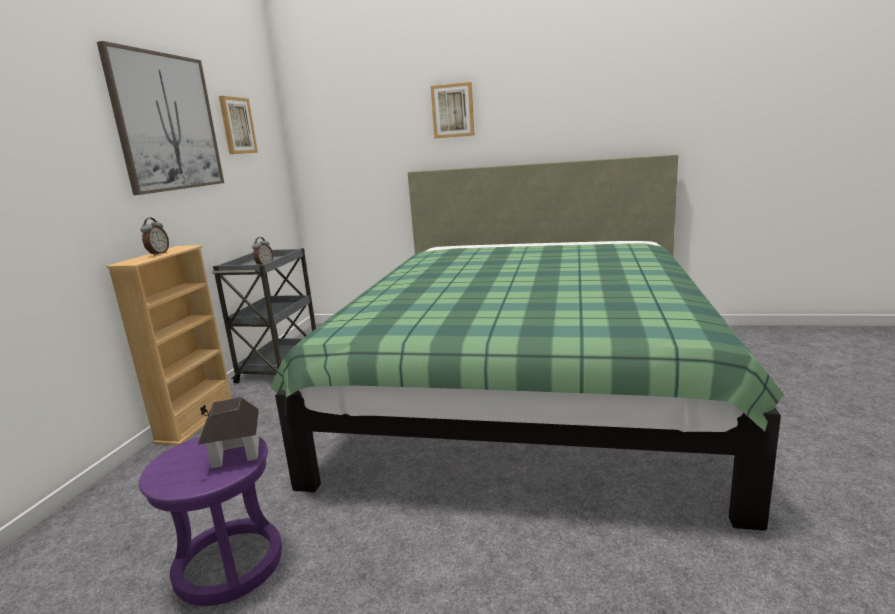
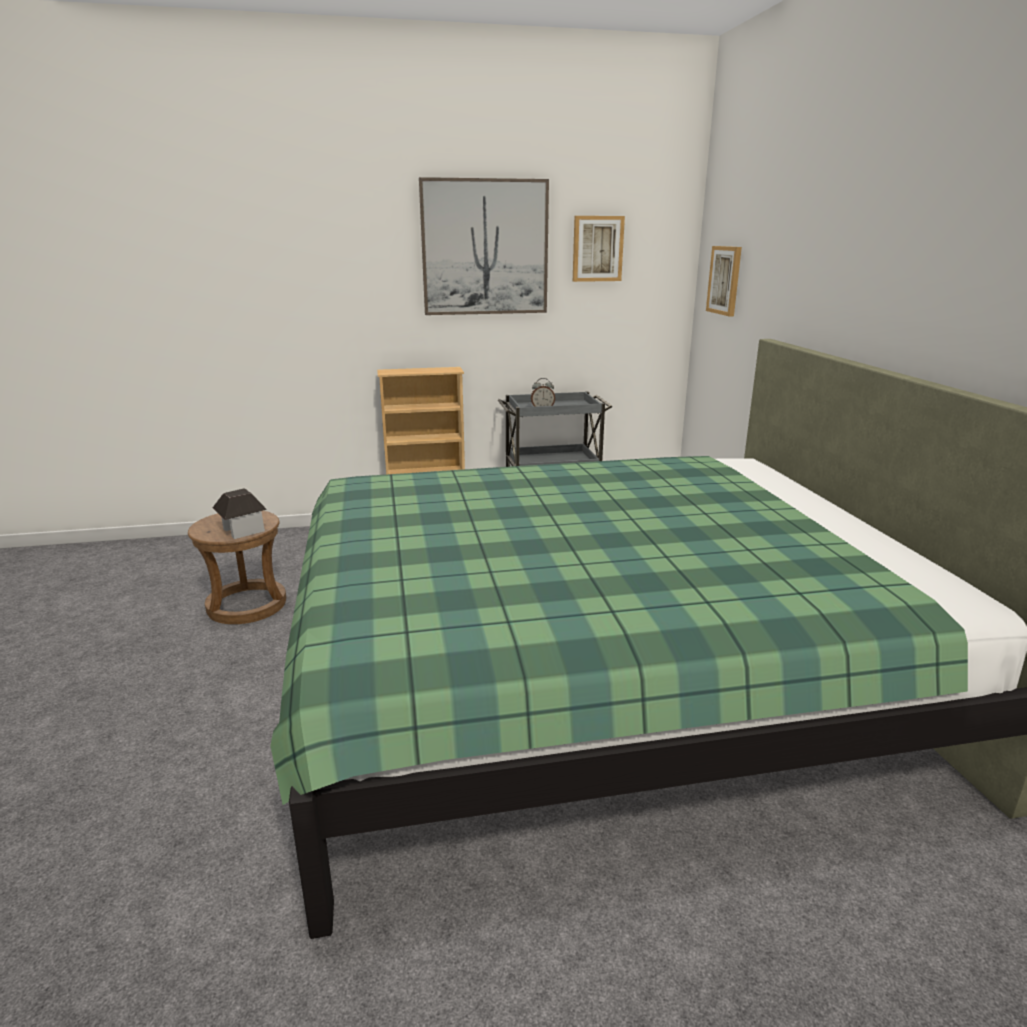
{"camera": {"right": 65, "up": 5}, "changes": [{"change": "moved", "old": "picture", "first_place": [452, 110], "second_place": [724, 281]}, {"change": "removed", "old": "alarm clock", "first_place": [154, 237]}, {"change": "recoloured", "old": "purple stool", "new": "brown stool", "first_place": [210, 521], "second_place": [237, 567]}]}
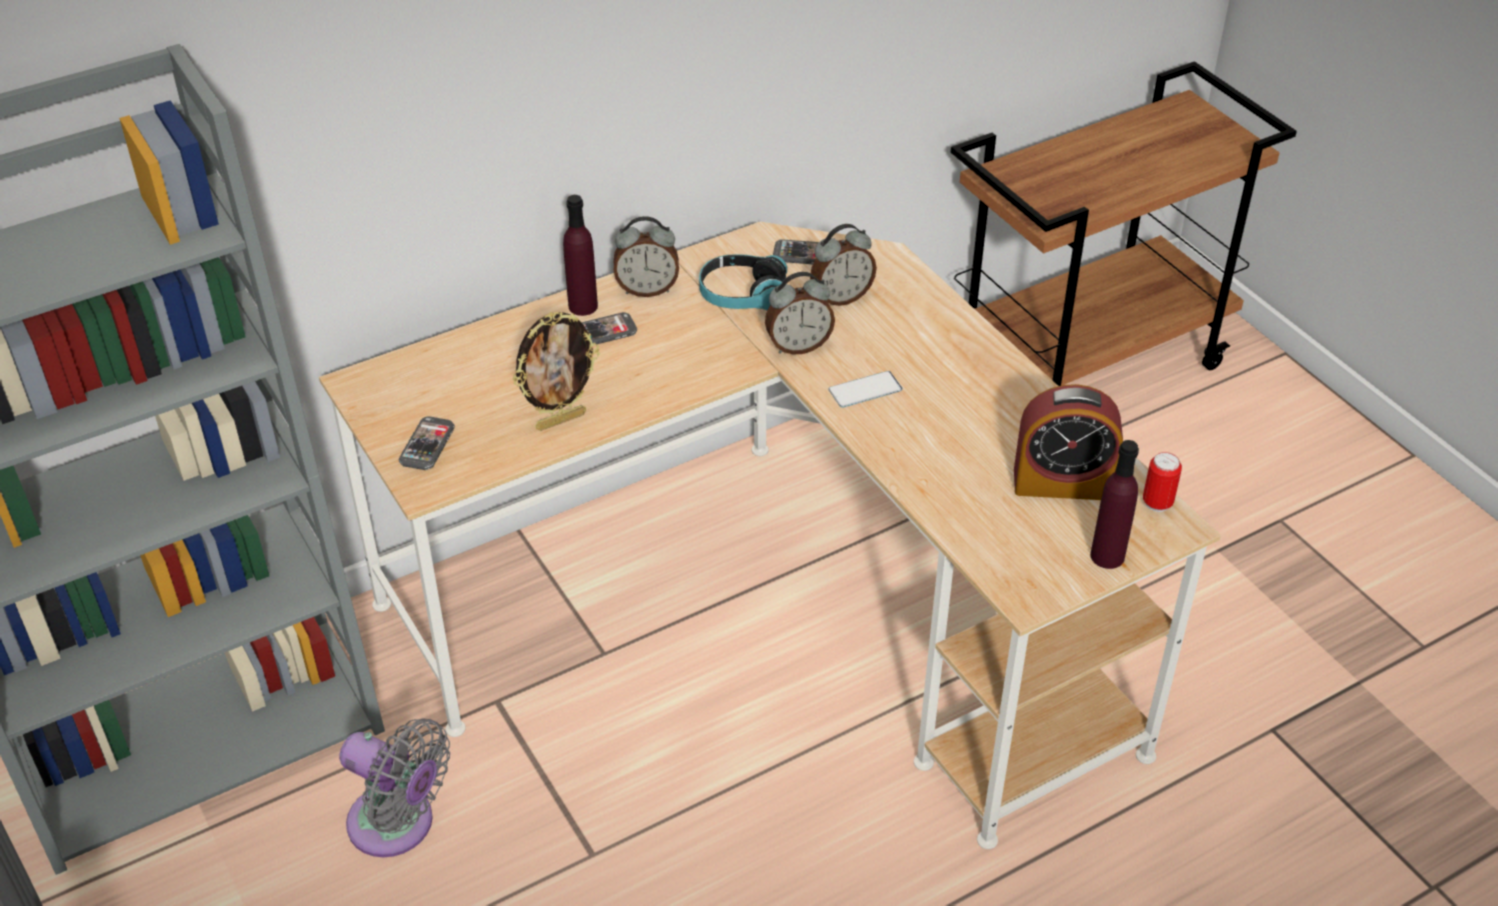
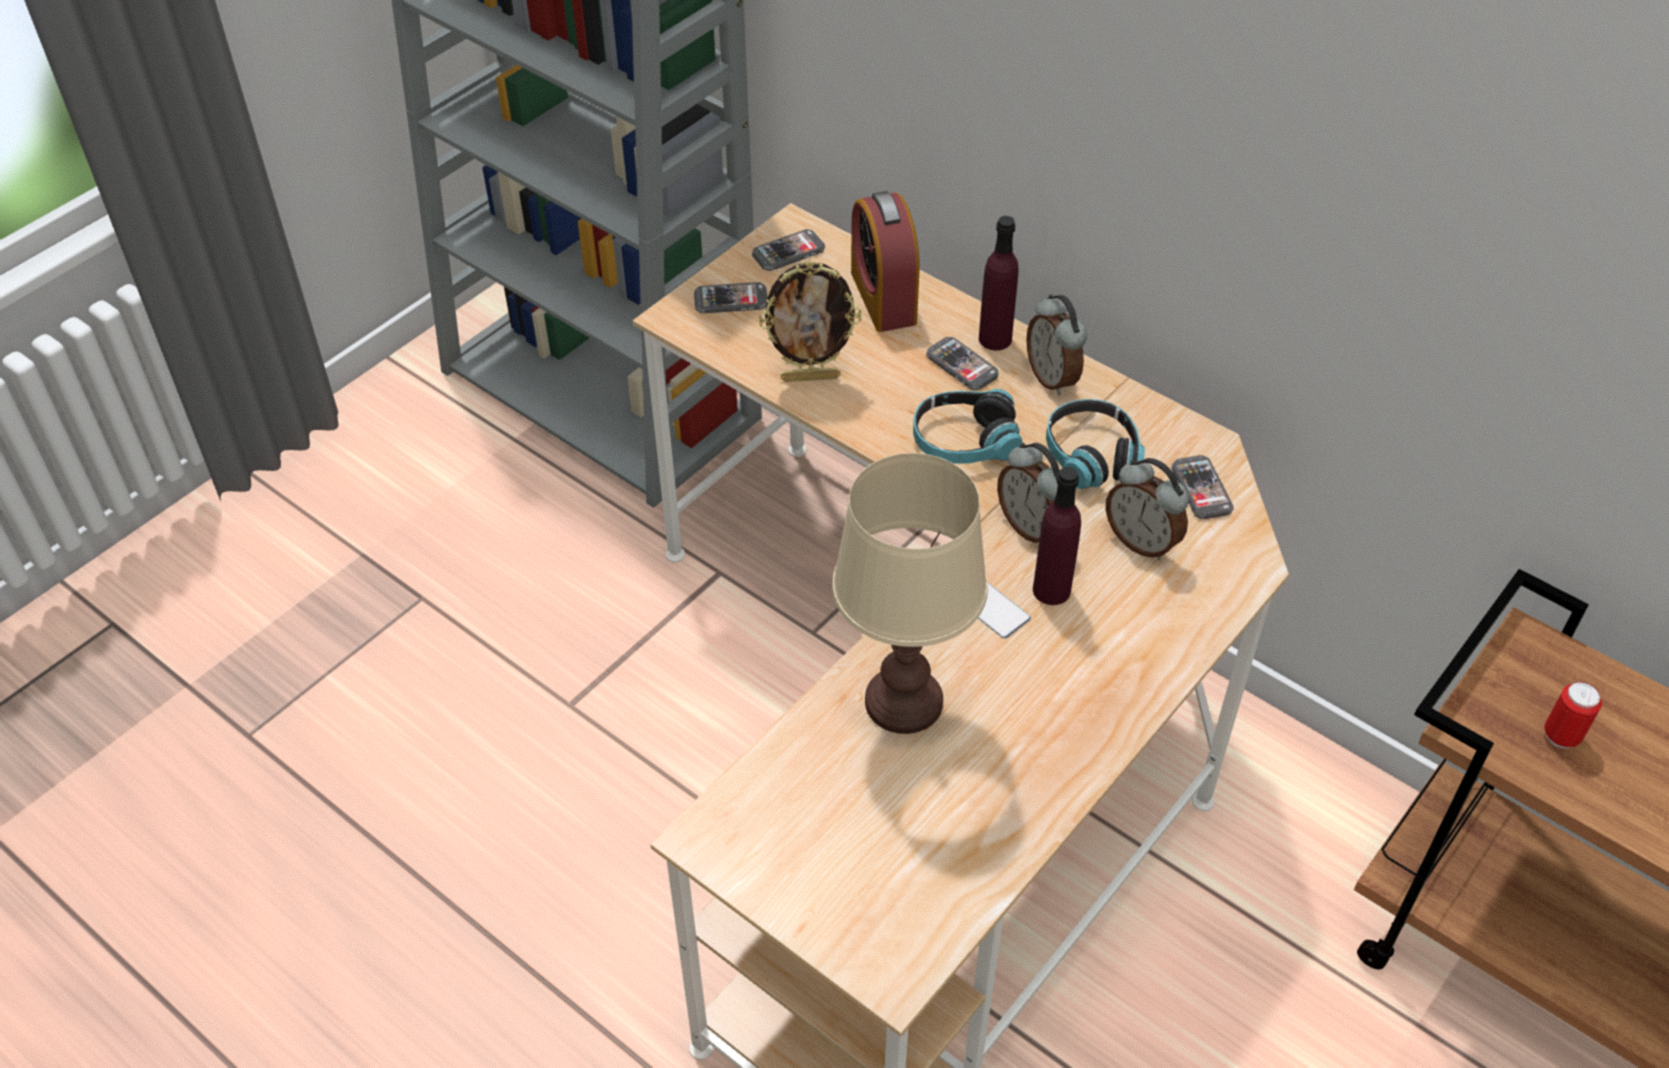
{"camera": {"right": 70, "up": 5}, "changes": [{"change": "turned", "old": "picture frame", "first_place": [556, 371], "second_place": [810, 321], "degrees": -45}, {"change": "moved", "old": "alarm clock", "first_place": [1068, 442], "second_place": [885, 261]}, {"change": "moved", "old": "purple bottle", "first_place": [1114, 504], "second_place": [1057, 536]}, {"change": "moved", "old": "can", "first_place": [1162, 482], "second_place": [1573, 715]}, {"change": "removed", "old": "grey fan", "first_place": [394, 787]}, {"change": "added", "new": "phone", "second_place": [788, 250]}, {"change": "added", "new": "headphones", "second_place": [967, 426]}, {"change": "added", "new": "beige table lamp", "second_place": [910, 593]}]}
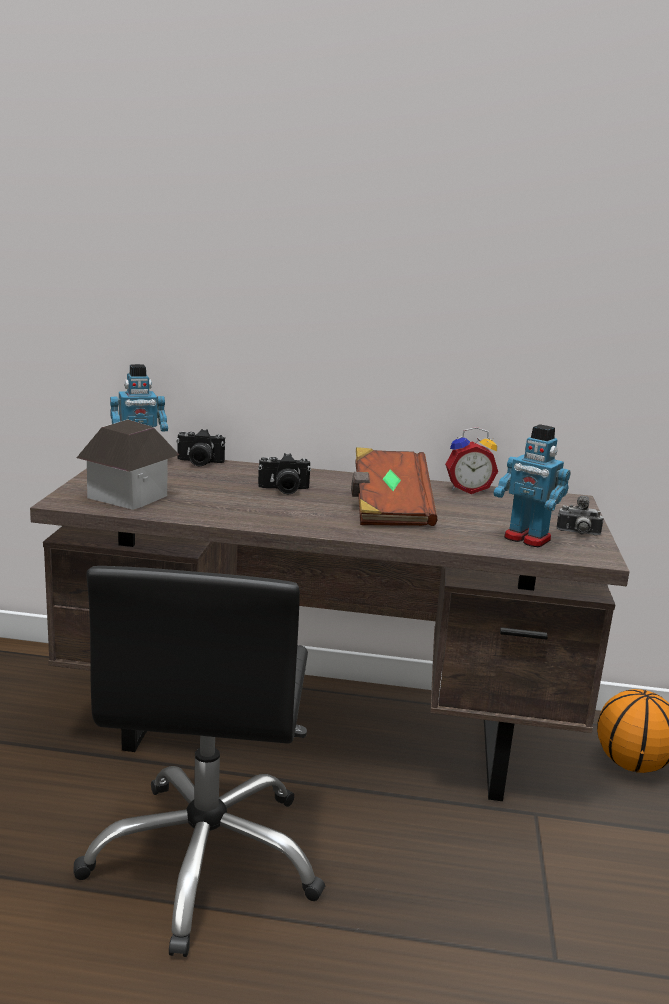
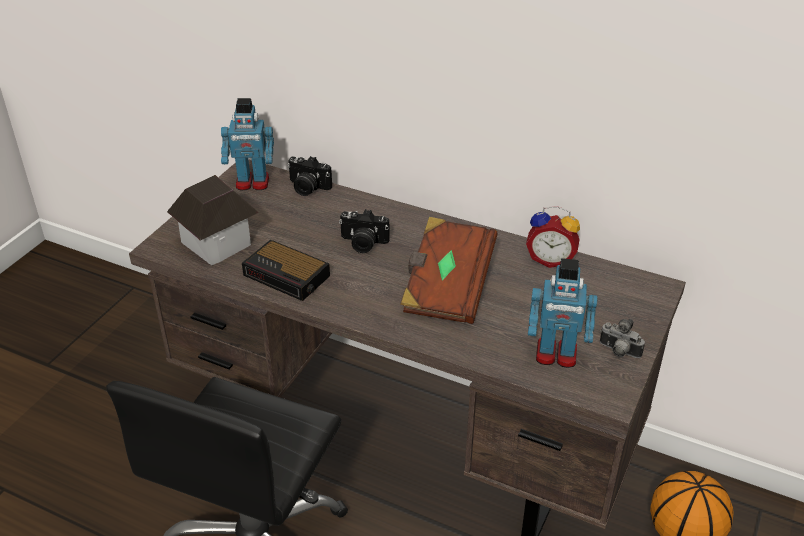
{"camera": {"right": 20, "up": 20}, "changes": [{"change": "turned", "old": "toy robot", "first_place": [532, 485], "second_place": [563, 313], "degrees": -45}, {"change": "added", "new": "alarm clock", "second_place": [286, 270]}]}
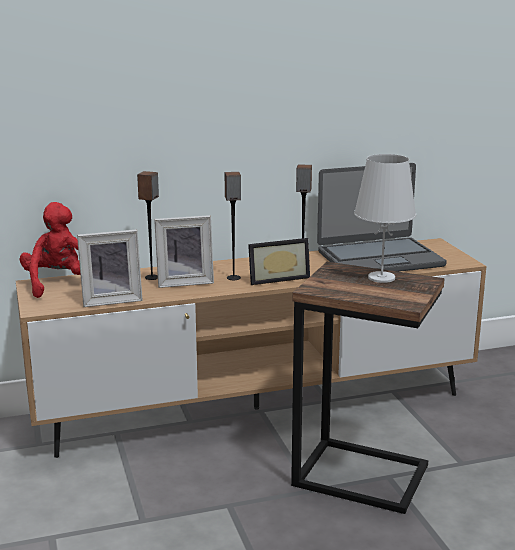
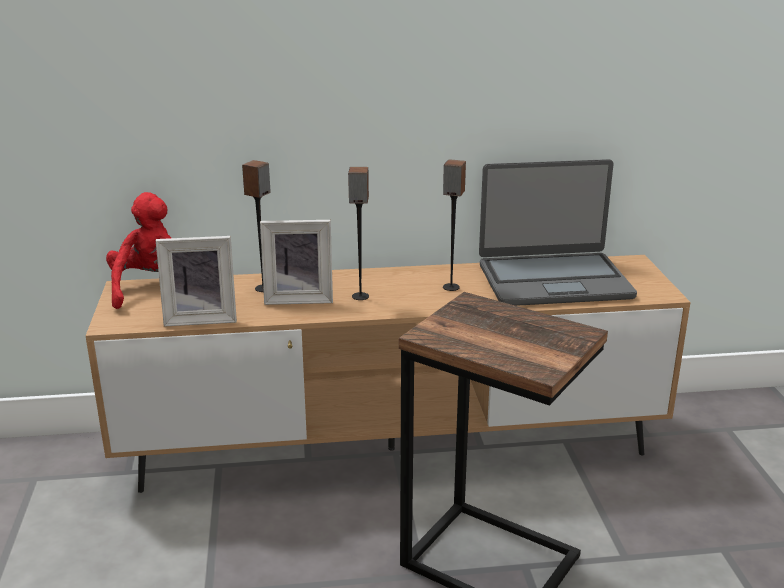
{"camera": {"right": 10, "up": 5}, "changes": [{"change": "removed", "old": "white table lamp", "first_place": [385, 218]}, {"change": "removed", "old": "picture frame", "first_place": [279, 261]}]}
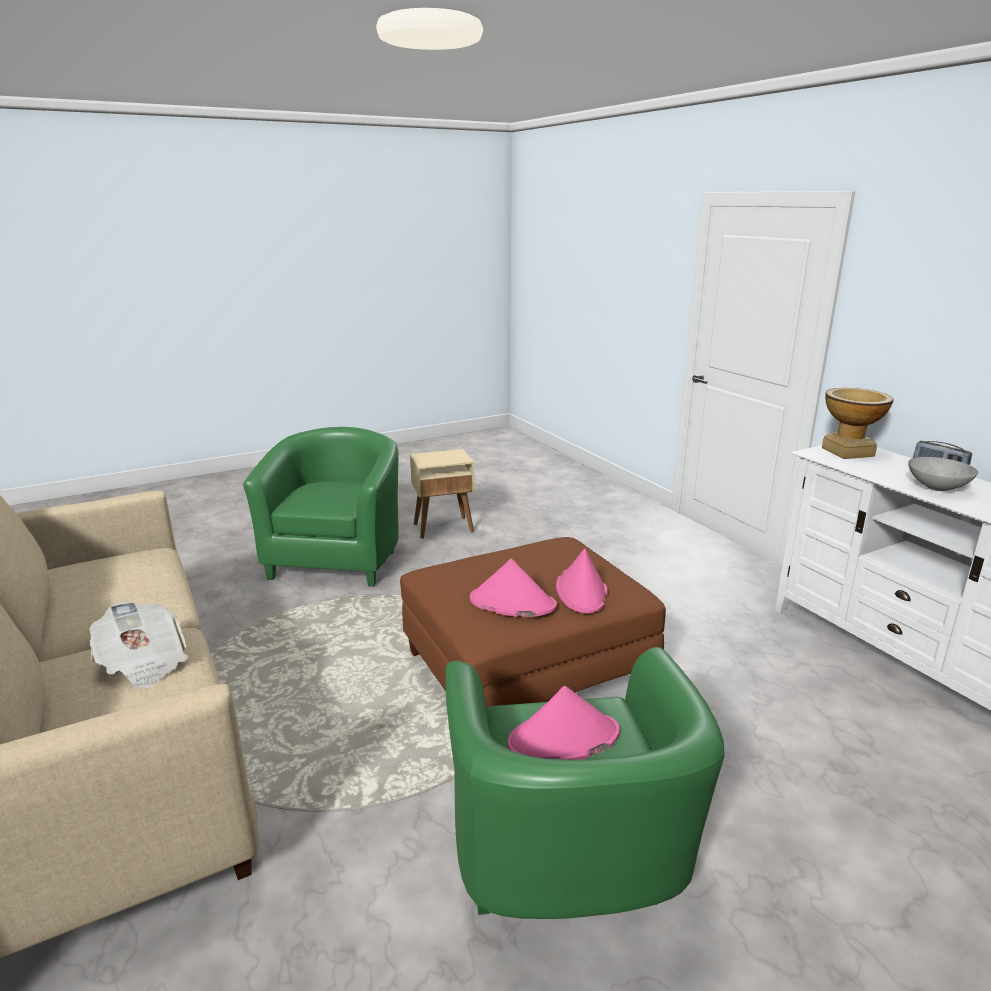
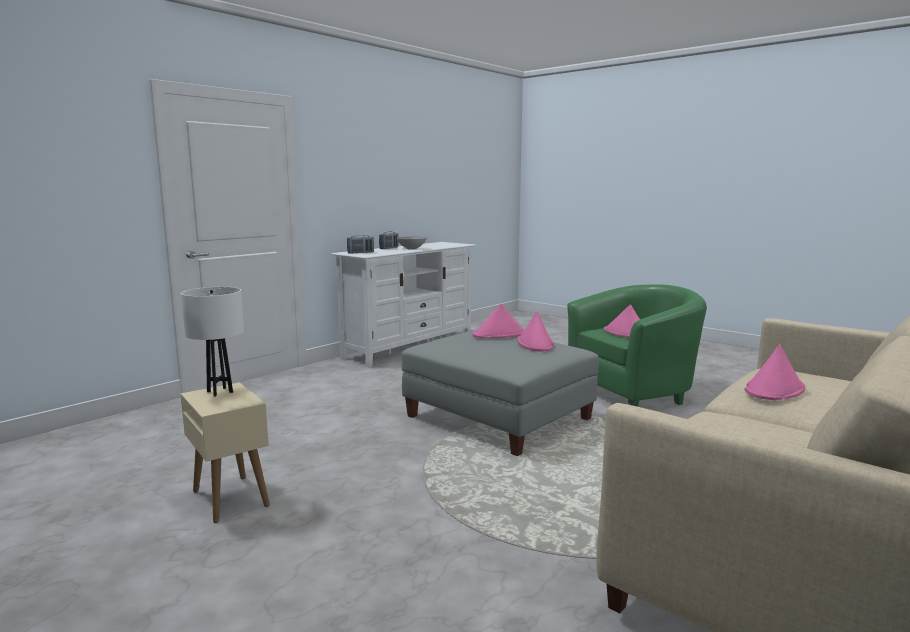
{"camera": {"right": -110, "up": -10}, "changes": [{"change": "replaced", "old": "vase", "new": "radio", "first_place": [858, 423], "second_place": [360, 244]}, {"change": "removed", "old": "green armchair", "first_place": [321, 507]}, {"change": "recoloured", "old": "brown ottoman", "new": "grey ottoman", "first_place": [533, 623], "second_place": [500, 393]}, {"change": "replaced", "old": "newspaper", "new": "pink hat", "first_place": [138, 645], "second_place": [775, 372]}, {"change": "added", "new": "white table lamp", "second_place": [212, 342]}]}
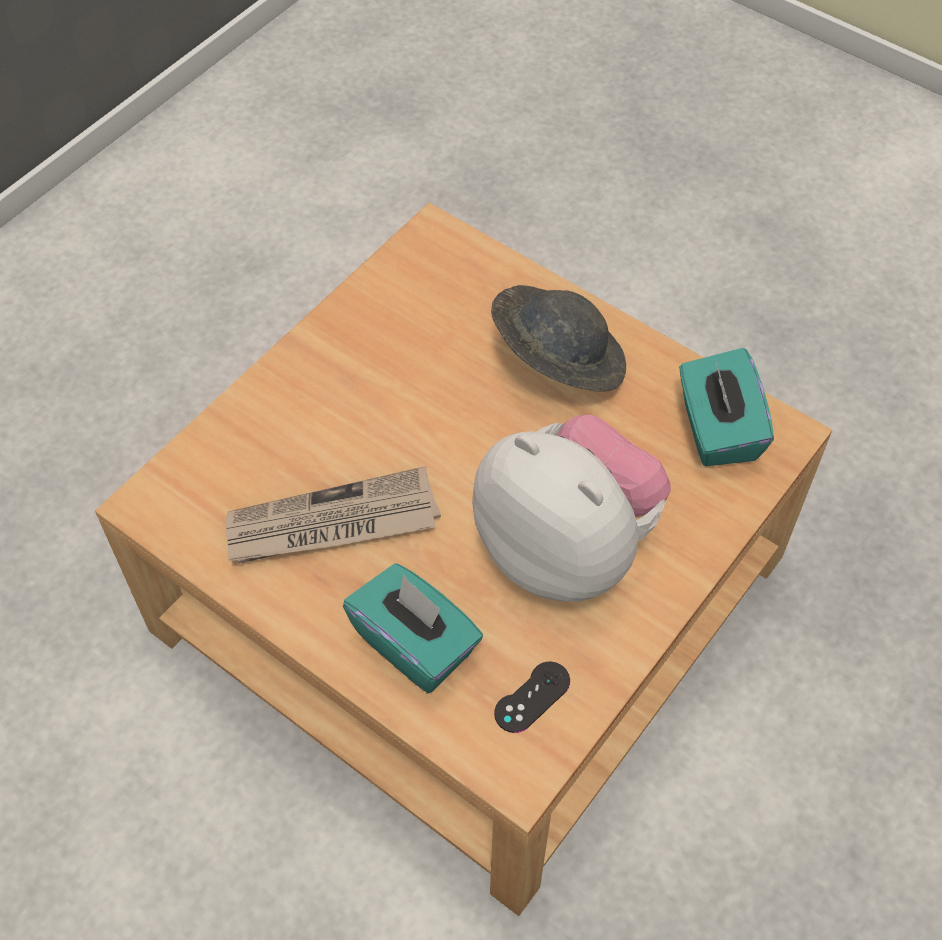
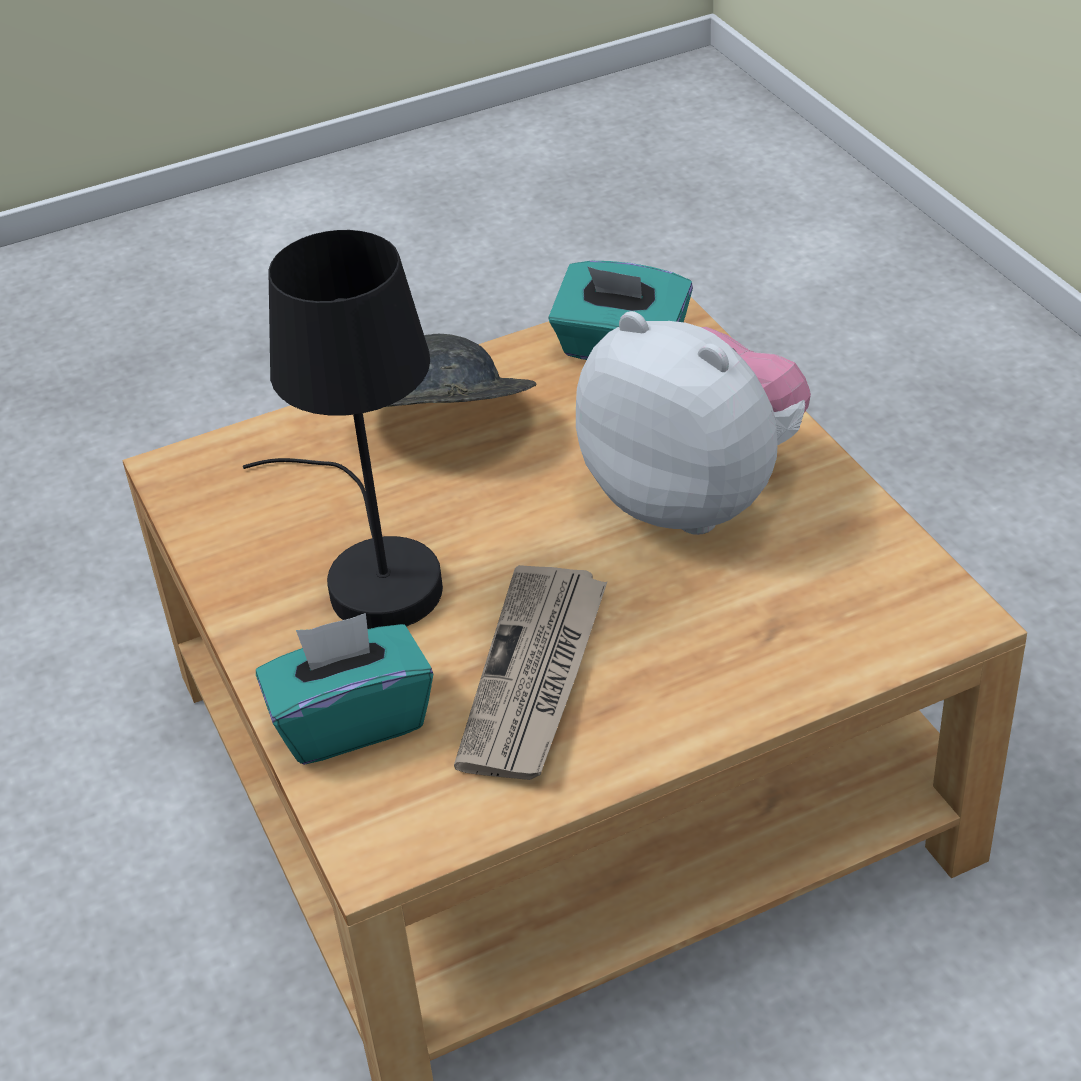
{"camera": {"right": -60, "up": -15}, "changes": [{"change": "turned", "old": "plush toy", "first_place": [571, 508], "second_place": [693, 423], "degrees": 60}, {"change": "moved", "old": "turquoise tissue box", "first_place": [413, 628], "second_place": [344, 689]}, {"change": "removed", "old": "black game controller", "first_place": [532, 697]}, {"change": "added", "new": "black table lamp", "second_place": [343, 429]}]}
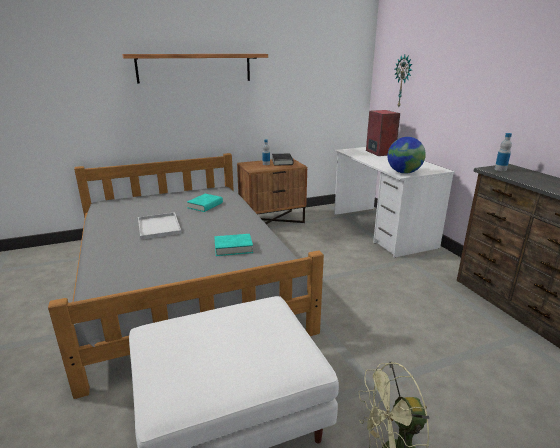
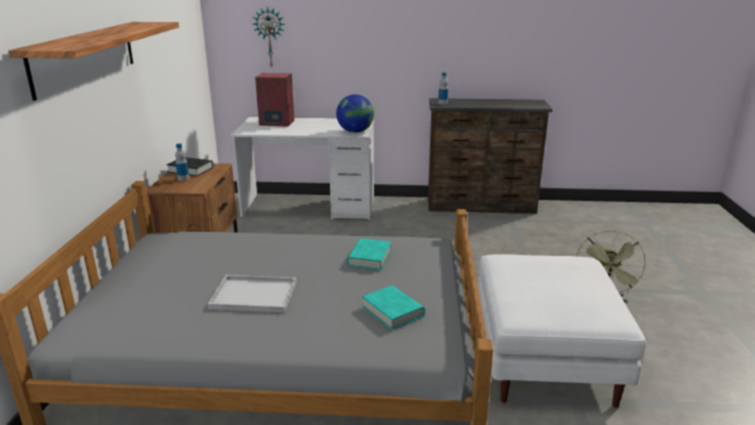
{"camera": {"right": -65, "up": 0}, "changes": [{"change": "moved", "old": "turquoise book", "first_place": [205, 203], "second_place": [393, 307]}]}
